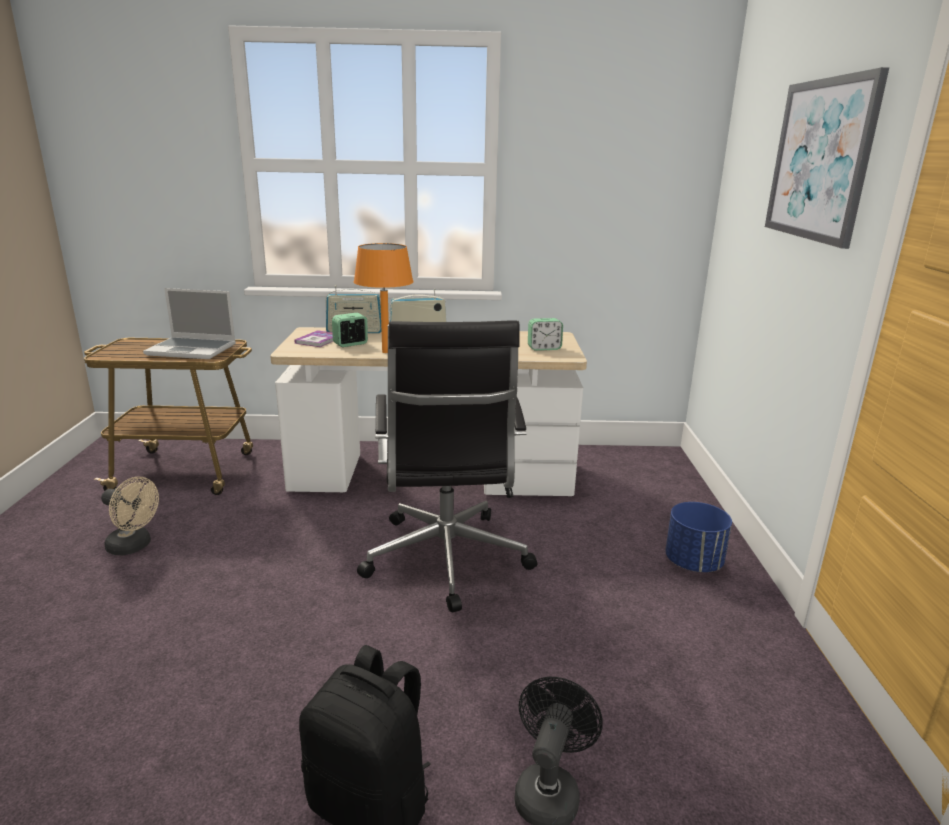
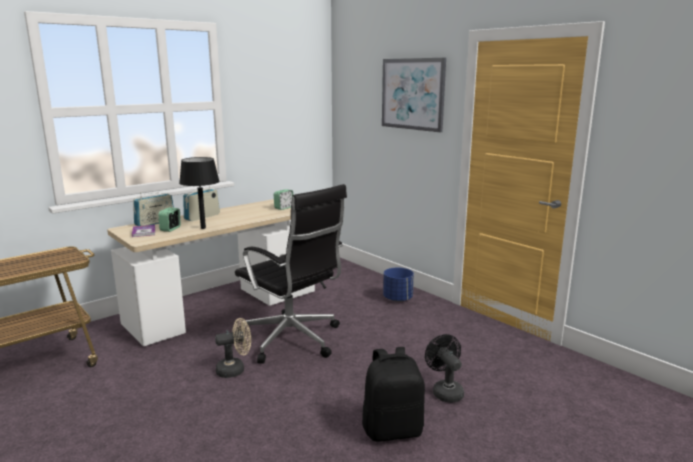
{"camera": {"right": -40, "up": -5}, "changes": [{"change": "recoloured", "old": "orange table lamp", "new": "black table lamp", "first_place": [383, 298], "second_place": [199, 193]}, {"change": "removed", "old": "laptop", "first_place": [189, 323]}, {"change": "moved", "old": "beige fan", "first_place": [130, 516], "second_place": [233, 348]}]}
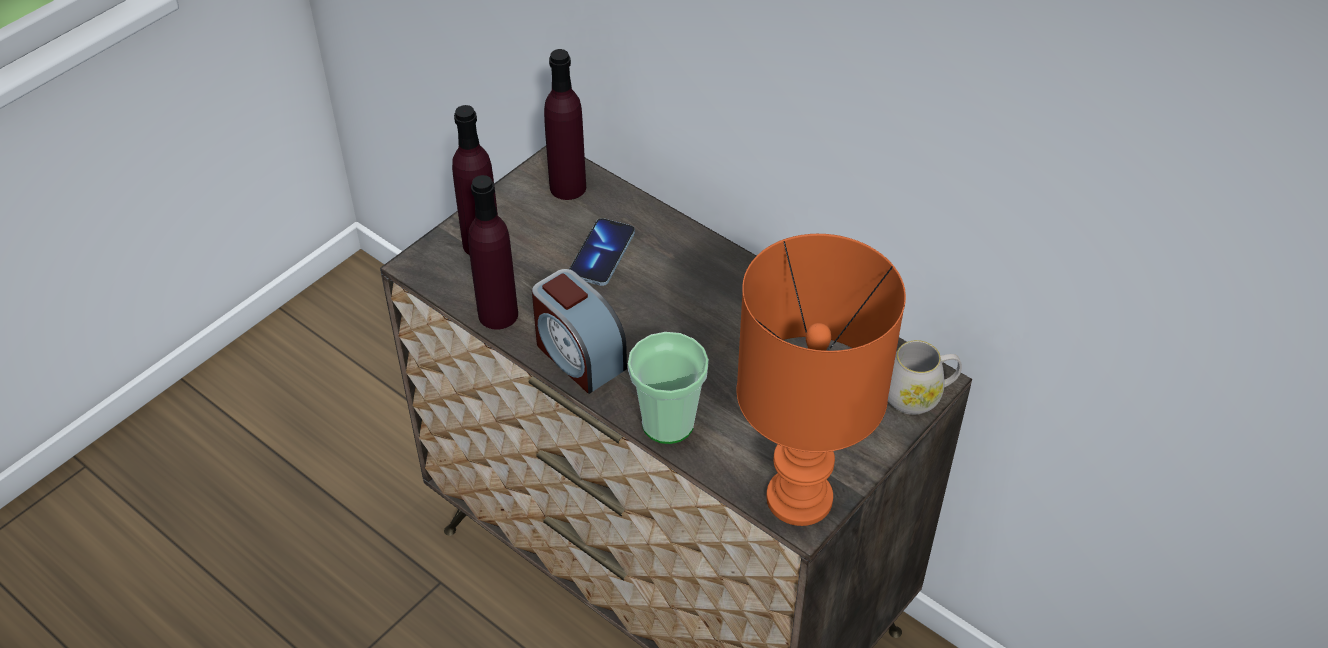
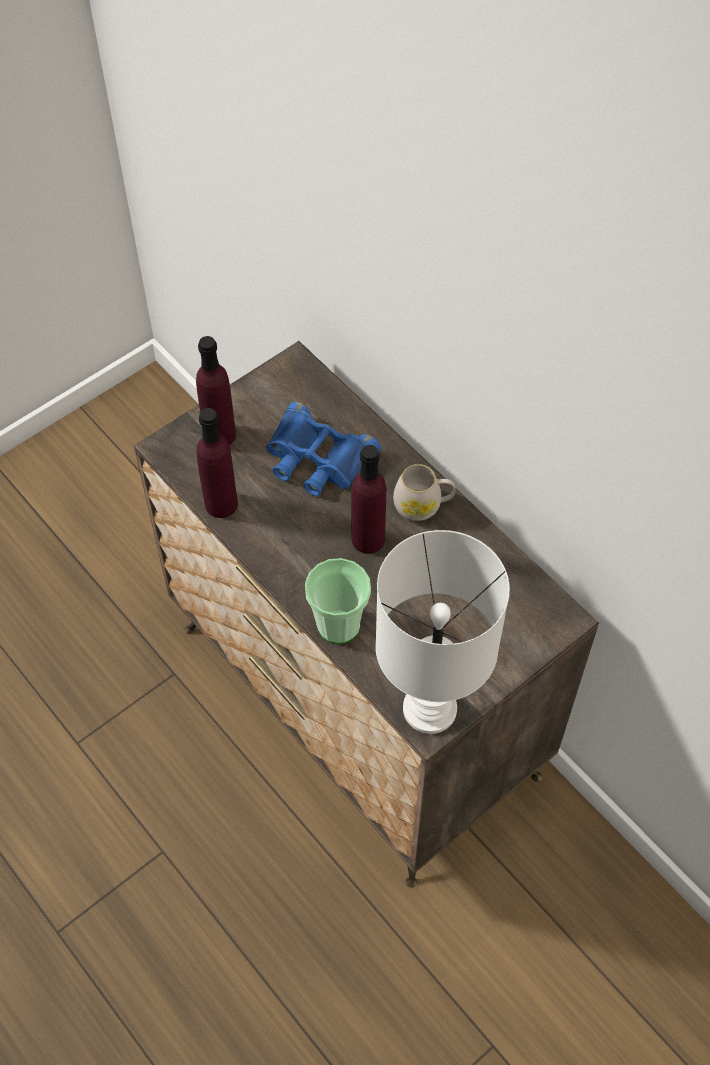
{"camera": {"right": 10, "up": 10}, "changes": [{"change": "moved", "old": "purple bottle", "first_place": [565, 124], "second_place": [368, 499]}, {"change": "replaced", "old": "phone", "new": "blue binoculars", "first_place": [602, 252], "second_place": [323, 449]}, {"change": "recoloured", "old": "orange table lamp", "new": "white table lamp", "first_place": [821, 380], "second_place": [442, 632]}, {"change": "removed", "old": "alarm clock", "first_place": [579, 331]}, {"change": "moved", "old": "white mug", "first_place": [925, 377], "second_place": [424, 492]}]}
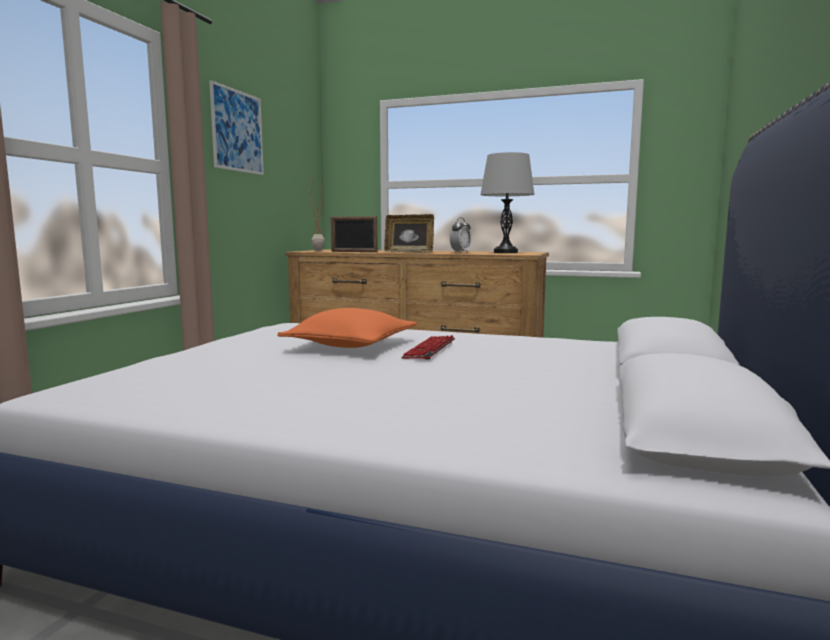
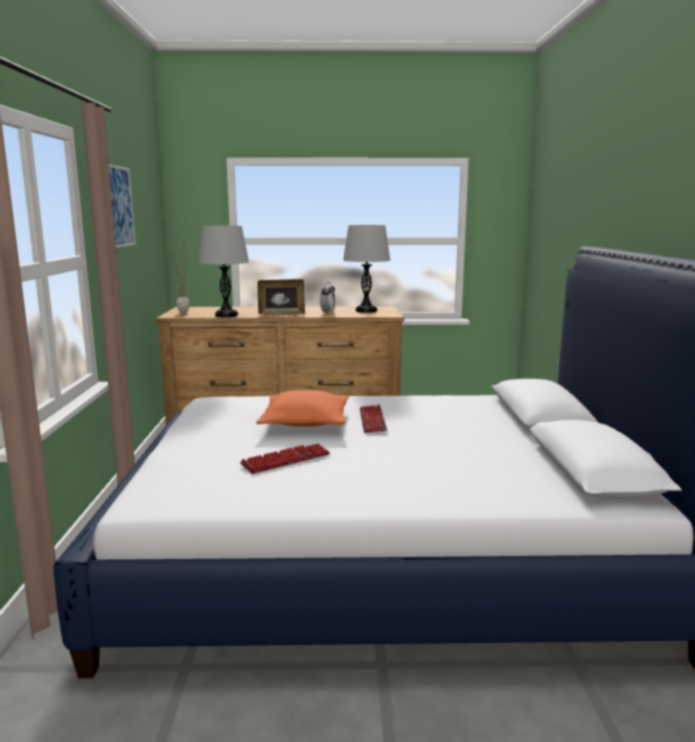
{"camera": {"right": -20, "up": 5}, "changes": [{"change": "replaced", "old": "picture frame", "new": "grey table lamp", "first_place": [354, 234], "second_place": [224, 271]}, {"change": "added", "new": "keyboard", "second_place": [285, 459]}]}
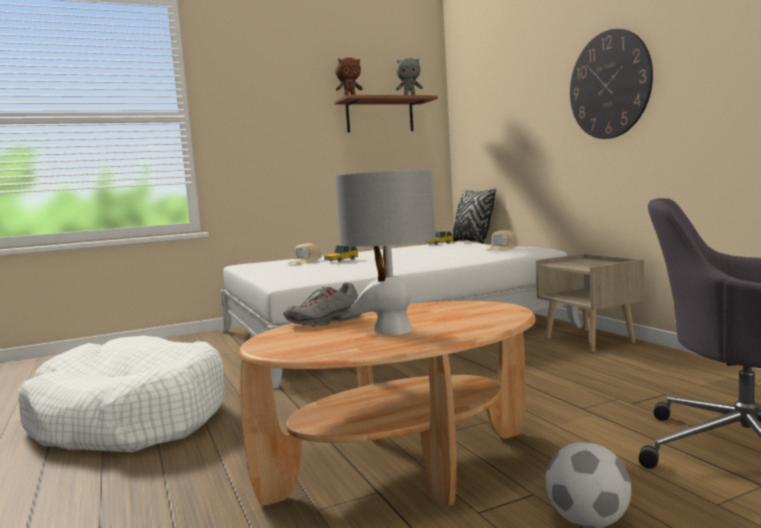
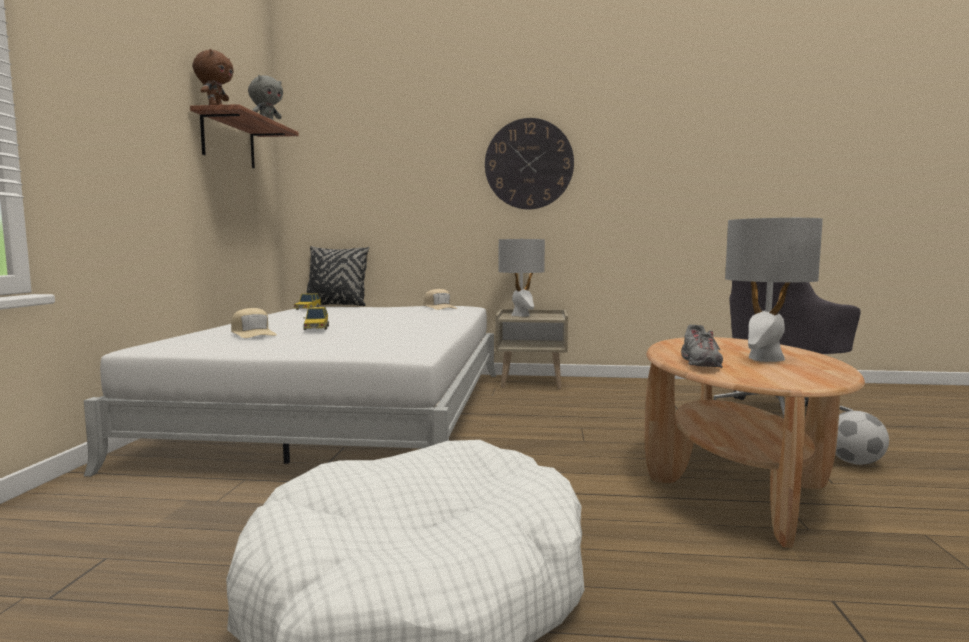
{"camera": {"right": -60, "up": 0}, "changes": [{"change": "added", "new": "grey table lamp", "second_place": [522, 277]}]}
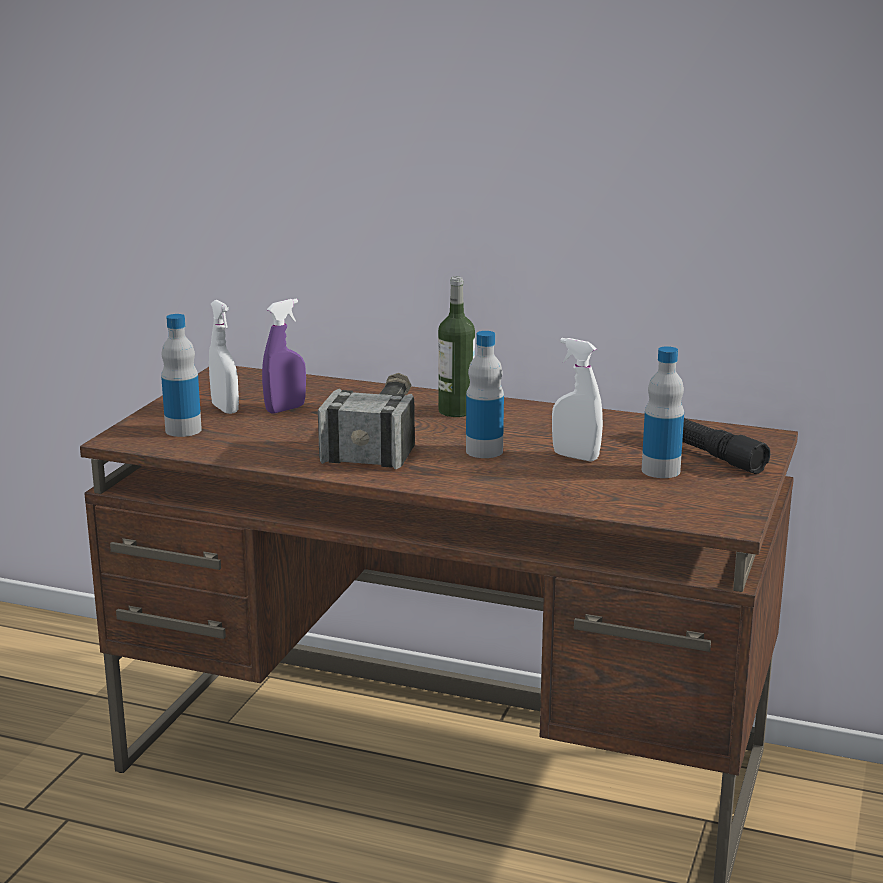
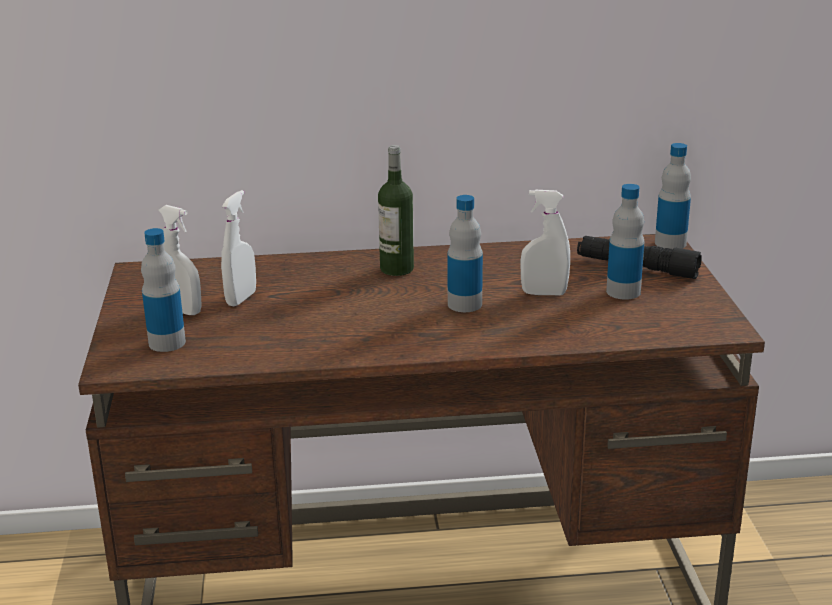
{"camera": {"right": -25, "up": 5}, "changes": [{"change": "recoloured", "old": "purple spray bottle", "new": "white spray bottle", "first_place": [284, 356], "second_place": [238, 248]}, {"change": "removed", "old": "hammer", "first_place": [366, 421]}, {"change": "added", "new": "bottle", "second_place": [673, 196]}]}
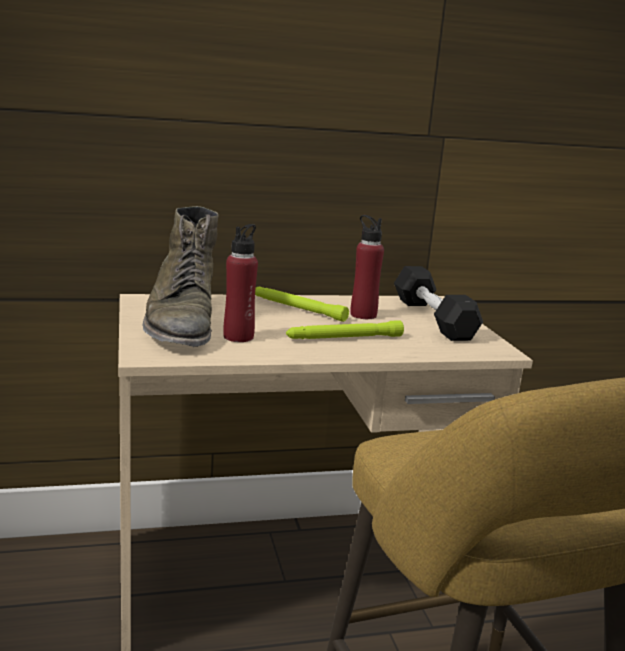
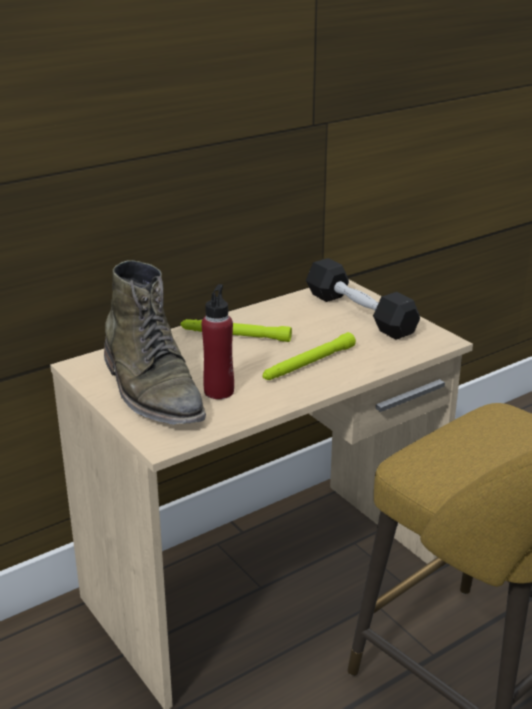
{"camera": {"right": -20, "up": 10}, "changes": [{"change": "removed", "old": "red bottle", "first_place": [367, 267]}]}
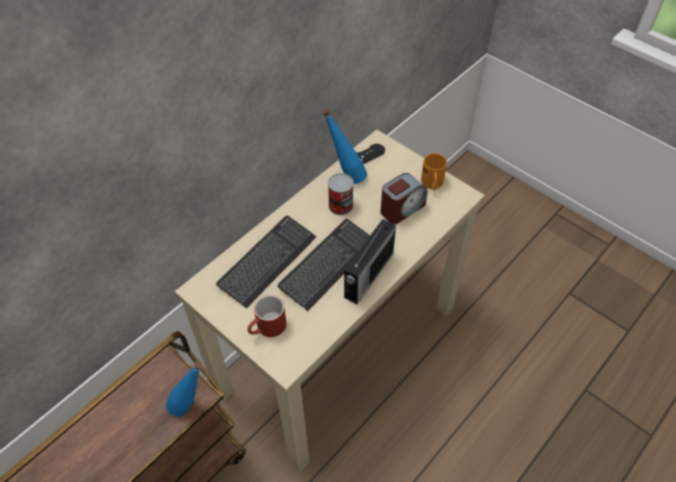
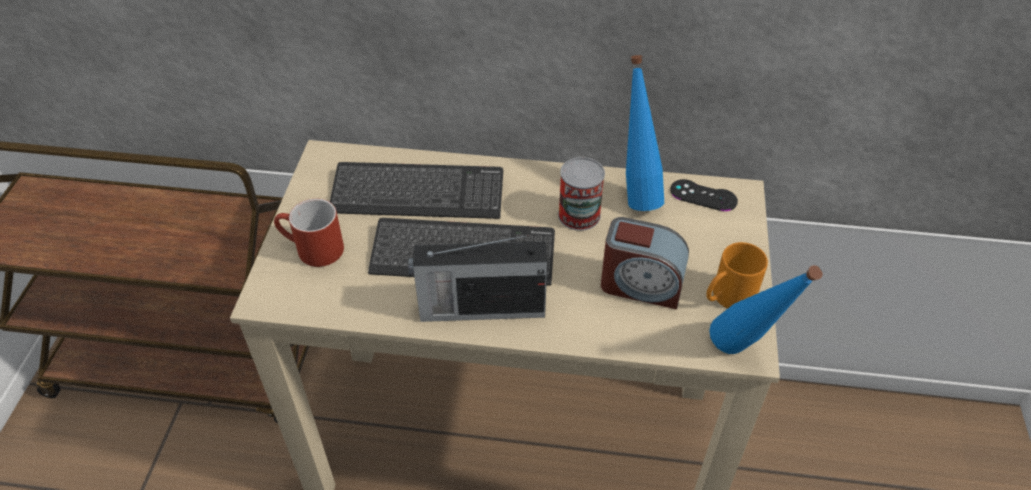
{"camera": {"right": 55, "up": -5}, "changes": [{"change": "moved", "old": "blue bottle", "first_place": [184, 389], "second_place": [766, 309]}]}
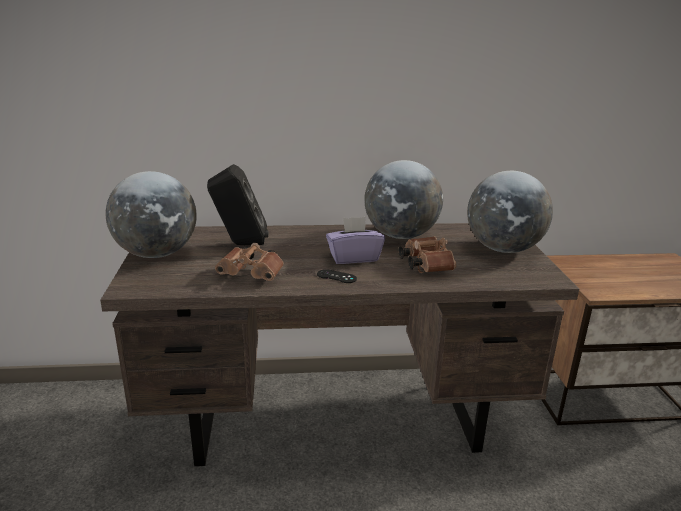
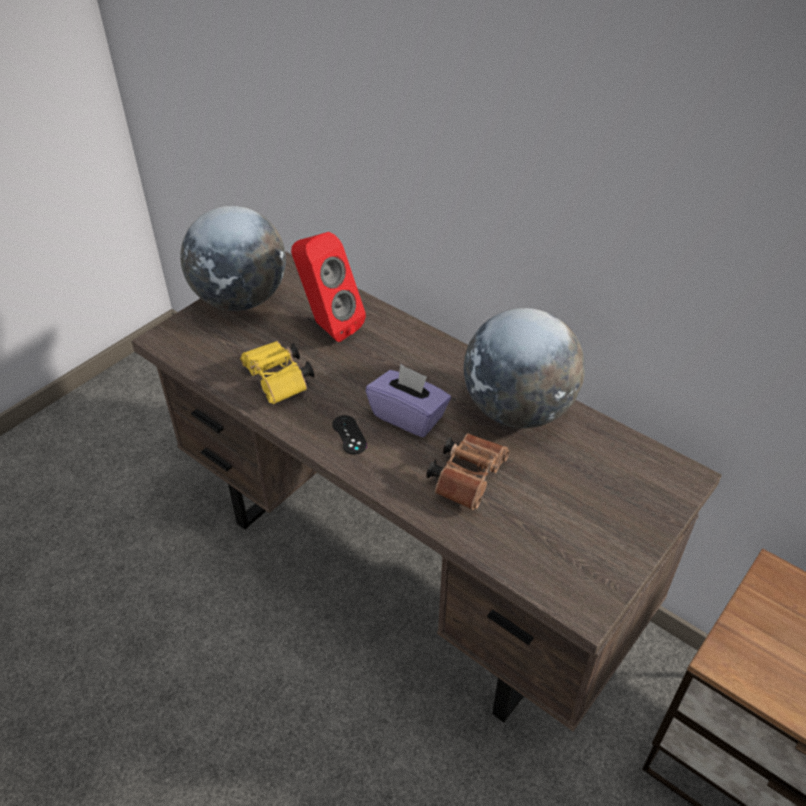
{"camera": {"right": 45, "up": 20}, "changes": [{"change": "recoloured", "old": "black speaker", "new": "red speaker", "first_place": [238, 204], "second_place": [328, 287]}, {"change": "removed", "old": "globe", "first_place": [510, 212]}, {"change": "recoloured", "old": "brown binoculars", "new": "yellow binoculars", "first_place": [249, 262], "second_place": [277, 372]}]}
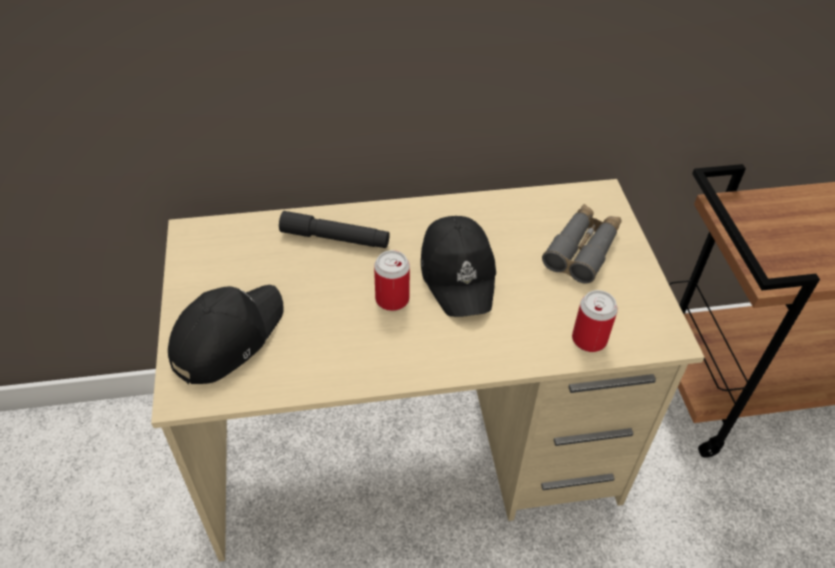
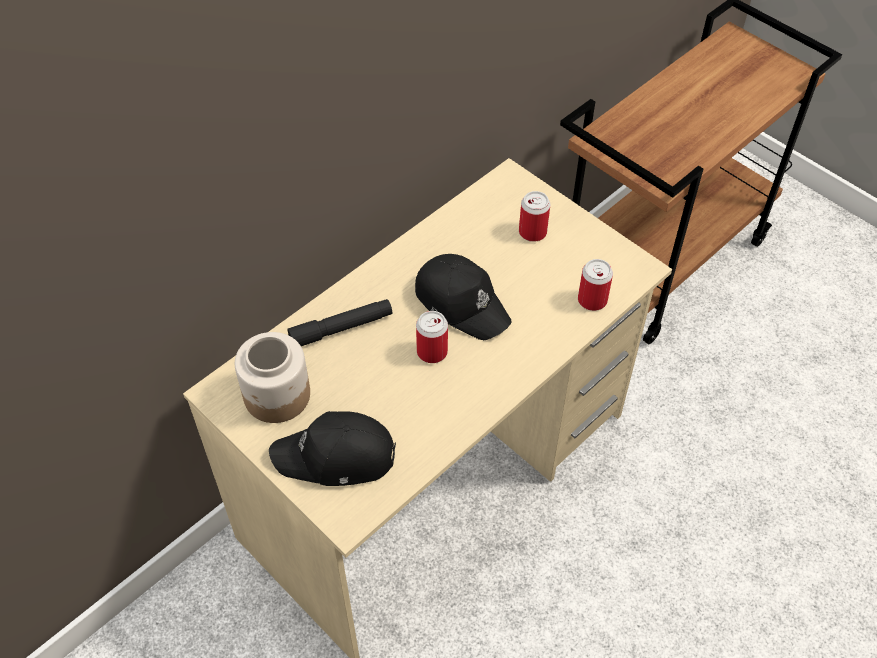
{"camera": {"right": -35, "up": 5}, "changes": [{"change": "replaced", "old": "grey binoculars", "new": "can", "first_place": [582, 243], "second_place": [534, 216]}, {"change": "turned", "old": "black cap", "first_place": [226, 334], "second_place": [332, 448], "degrees": -90}, {"change": "added", "new": "jar", "second_place": [272, 377]}]}
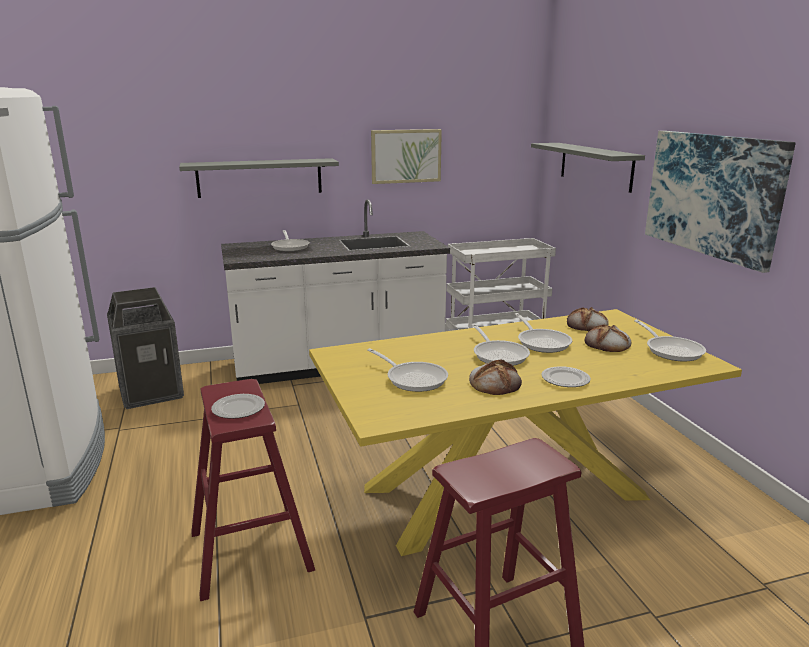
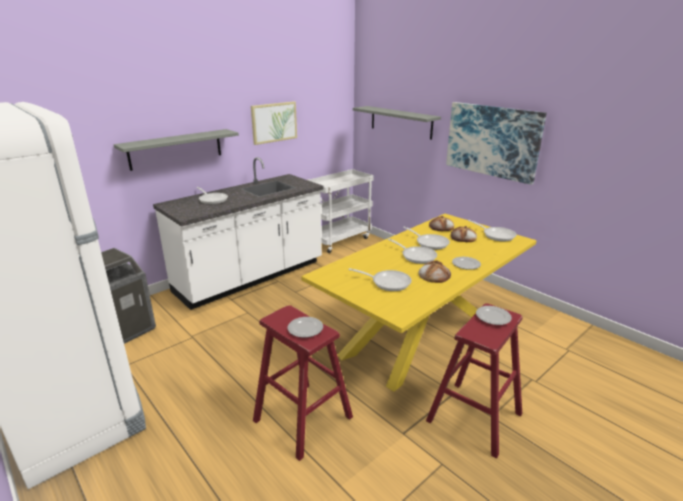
{"camera": {"right": -25, "up": 5}, "changes": [{"change": "added", "new": "plate", "second_place": [494, 315]}]}
